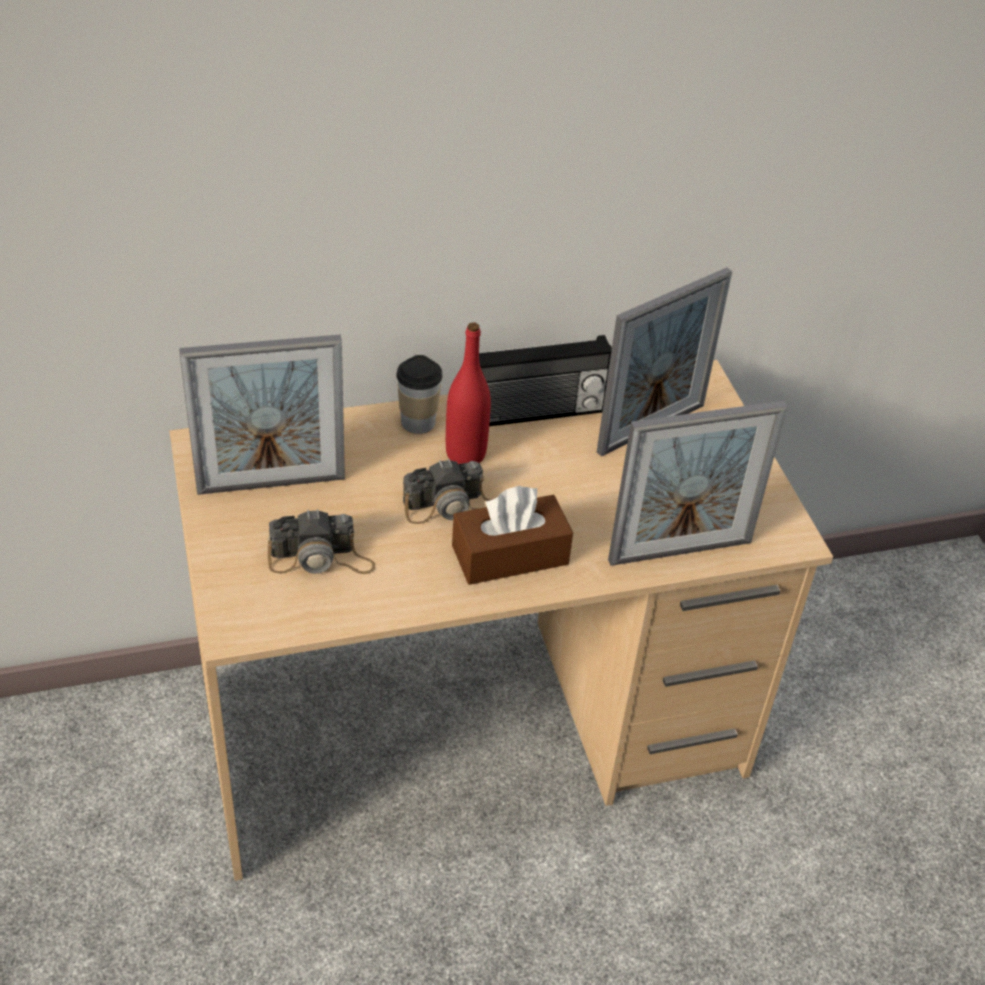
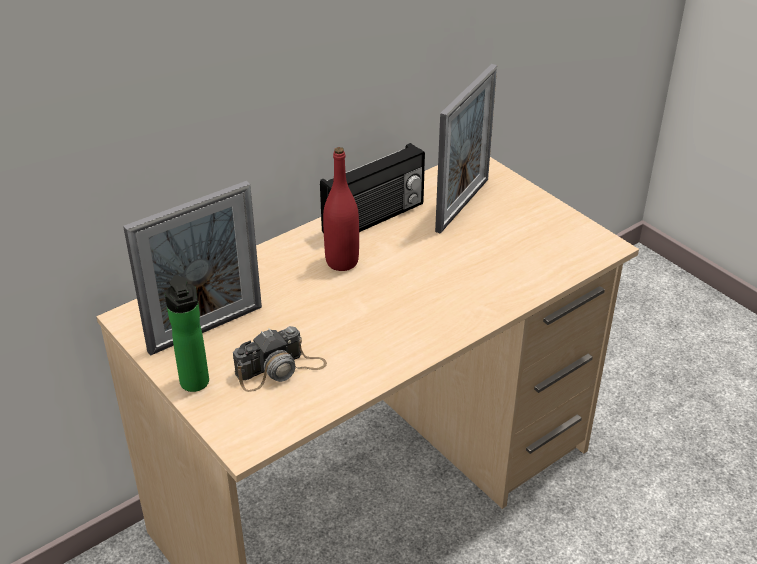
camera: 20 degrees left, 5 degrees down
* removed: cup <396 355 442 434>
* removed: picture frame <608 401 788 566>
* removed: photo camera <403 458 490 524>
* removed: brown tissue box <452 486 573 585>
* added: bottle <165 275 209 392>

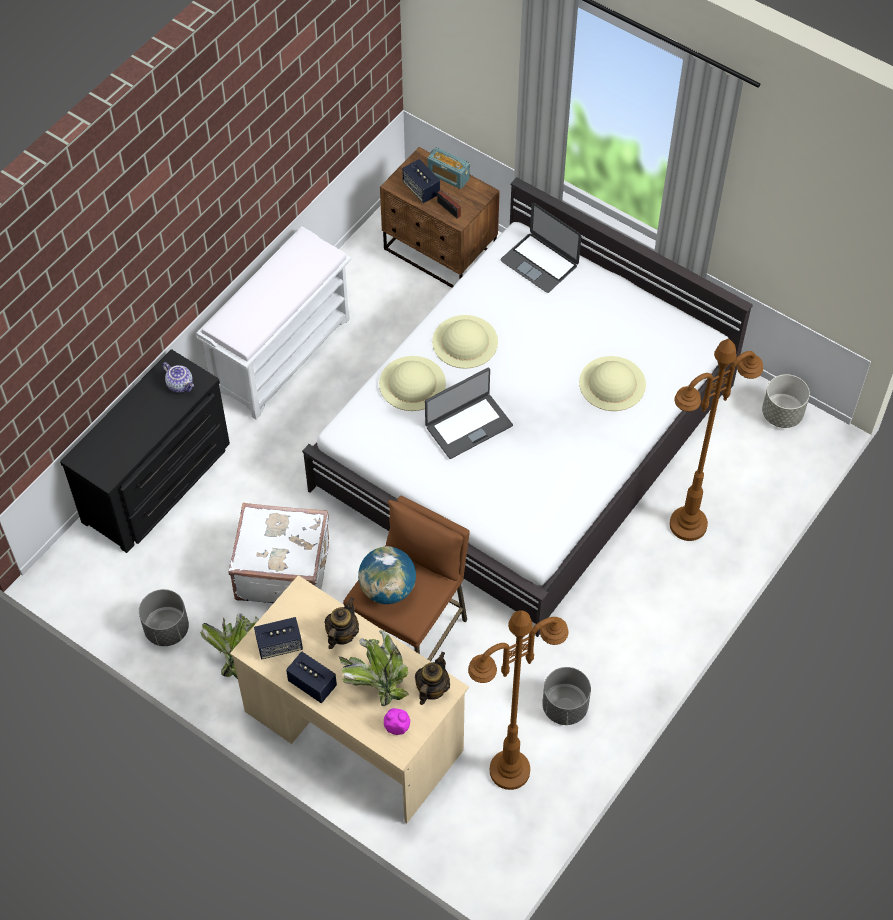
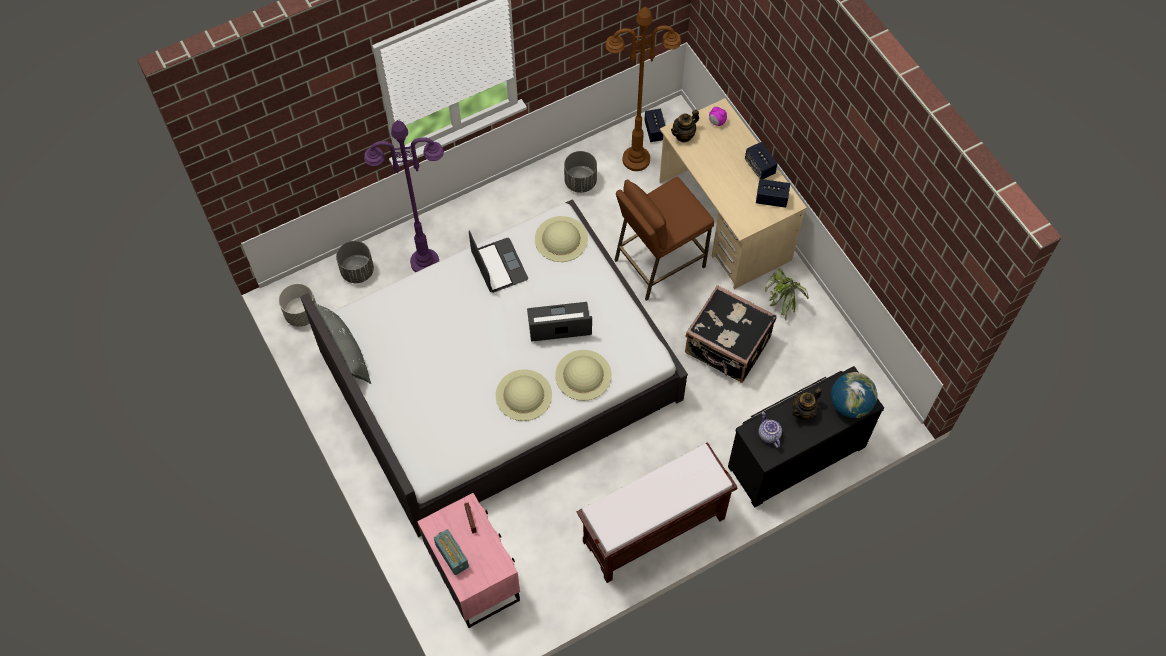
camera: 155 degrees left, 5 degrees up
* recoloured: brown nightstand <380 147 500 288> to pink nightstand <417 493 520 628>
* moved: speaker <402 159 440 203> to <644 109 666 142>
* moved: laptop <500 203 581 293> to <469 230 528 293>
* recoloured: white bench <196 227 351 420> to brown bench <577 442 737 583>
* recoloured: brown floor lamp <670 339 763 541> to purple floor lamp <364 120 444 272>
* moved: beige hat <579 356 646 411> to <535 216 588 262>
* recoloured: white suitcase <229 503 329 603> to black suitcase <685 285 777 383>
* moved: globe <358 546 416 604> to <831 372 877 418>
* moved: grey planter <139 589 189 646> to <336 241 374 283>
* moved: teapot <324 597 359 649> to <792 388 822 421>
* removed: potted plant <339 630 409 706>
* added: grey pillow <314 303 371 384>

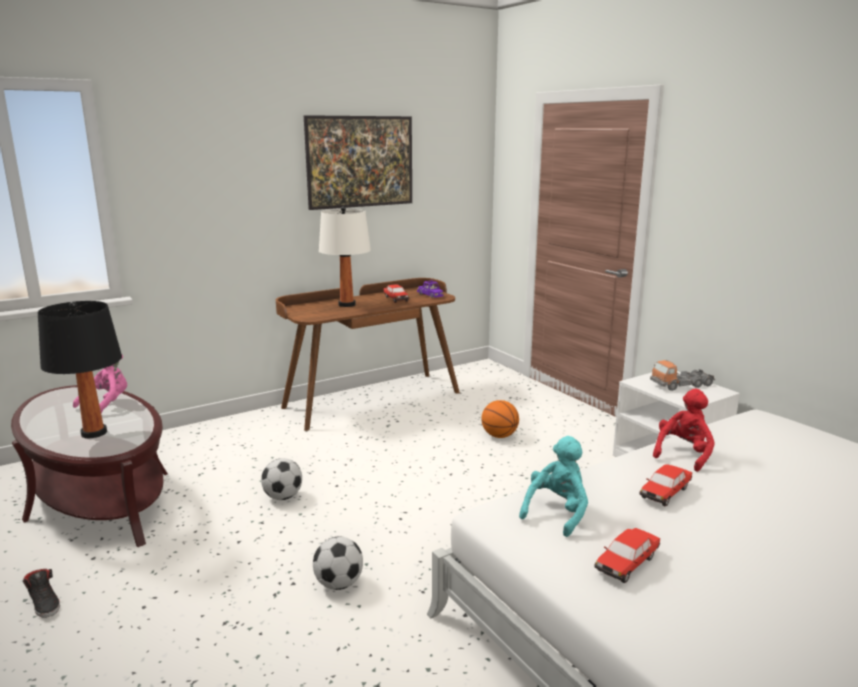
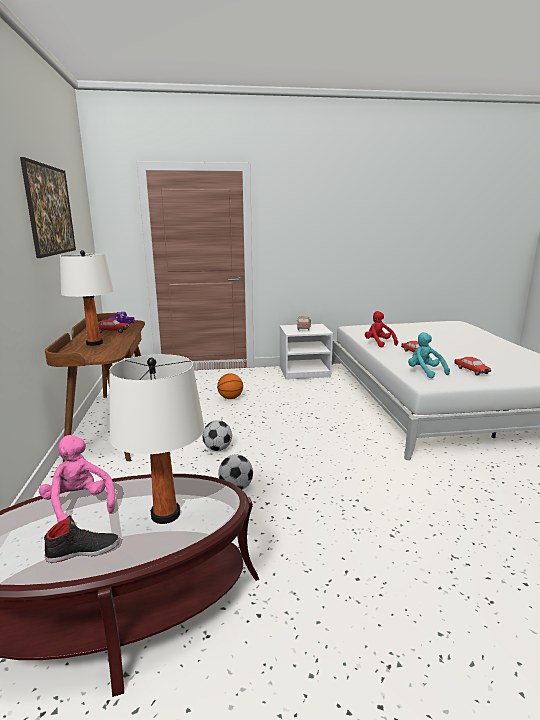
camera: 65 degrees left, 0 degrees up
* recoloured: black table lamp <37 301 122 438> to white table lamp <109 354 204 524>
* moved: football <313 536 363 590> to <202 420 232 451>
* moved: black shoe <23 569 60 618> to <44 515 120 563>

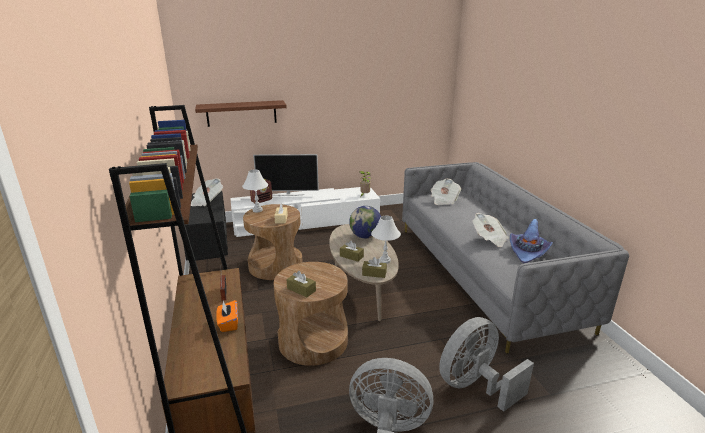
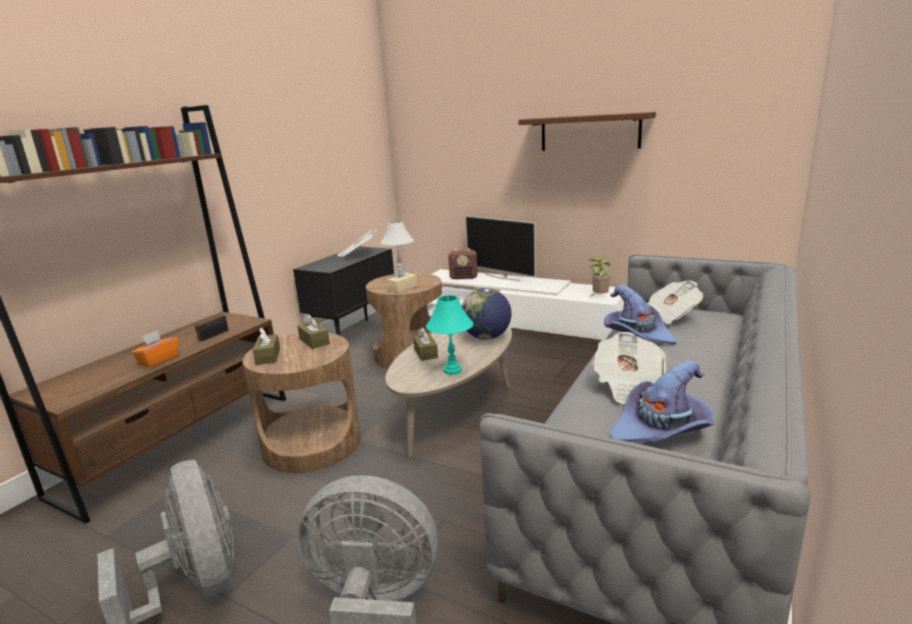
camera: 45 degrees right, 5 degrees down
* moved: brown shelf <195 100 287 127> to <518 112 656 151>
* recoloured: white table lamp <371 216 401 264> to turquoise table lamp <426 295 473 375>
* moved: brown tissue box <362 257 387 278> to <297 314 330 349>
* added: purple hat <604 285 677 345>

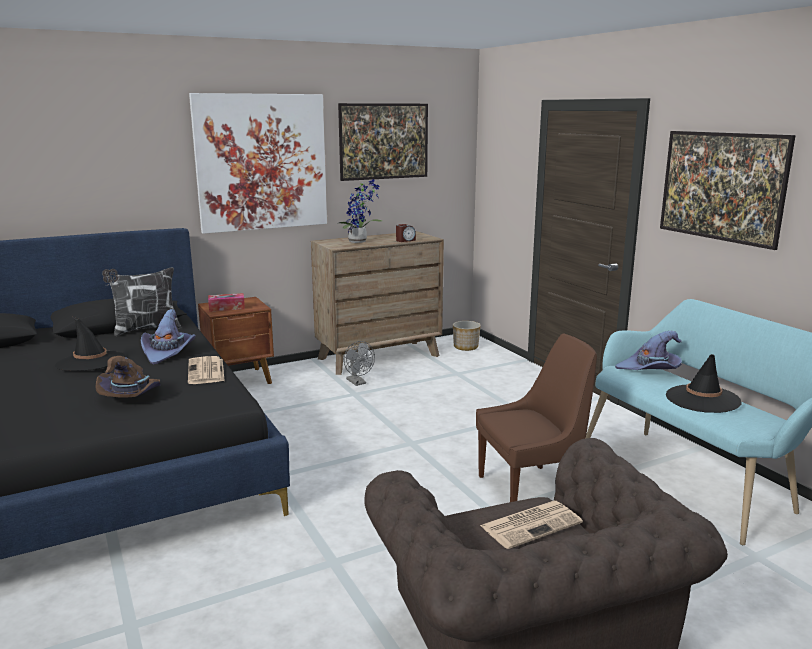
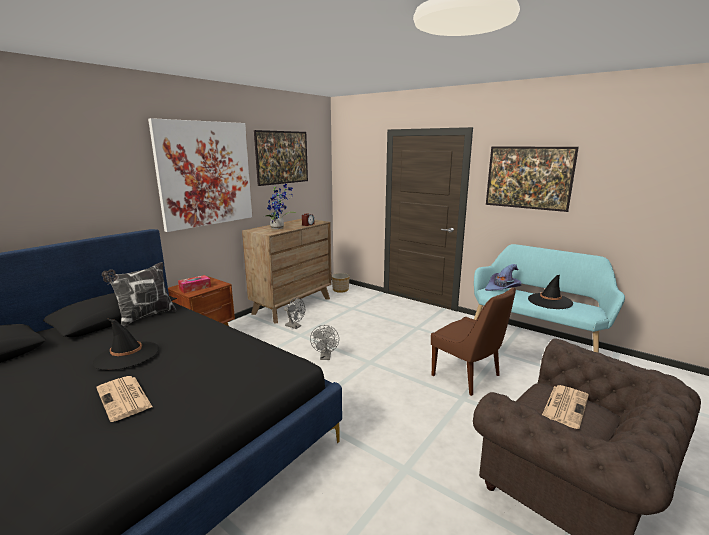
camera: 25 degrees left, 0 degrees up
* removed: purple hat <140 309 196 365>
* turned: brown chair <476 334 597 502> = <431 287 516 396> 90 degrees clockwise
* removed: brown hat <95 356 161 398>
* moved: newspaper <188 356 224 384> to <96 376 152 422>
* added: grey fan <310 325 339 360>

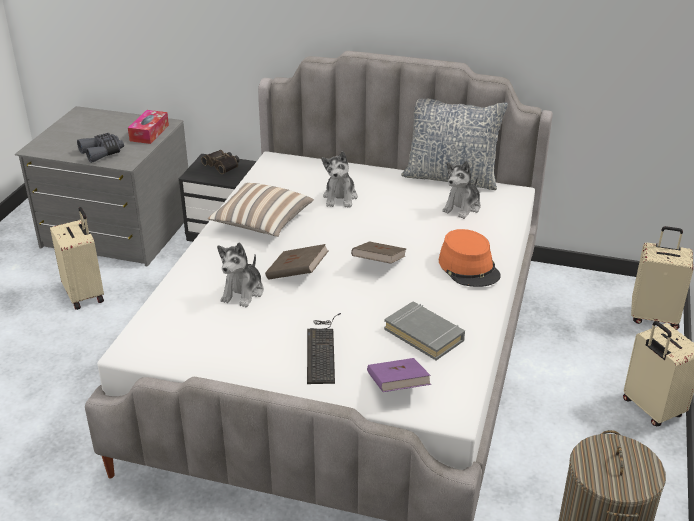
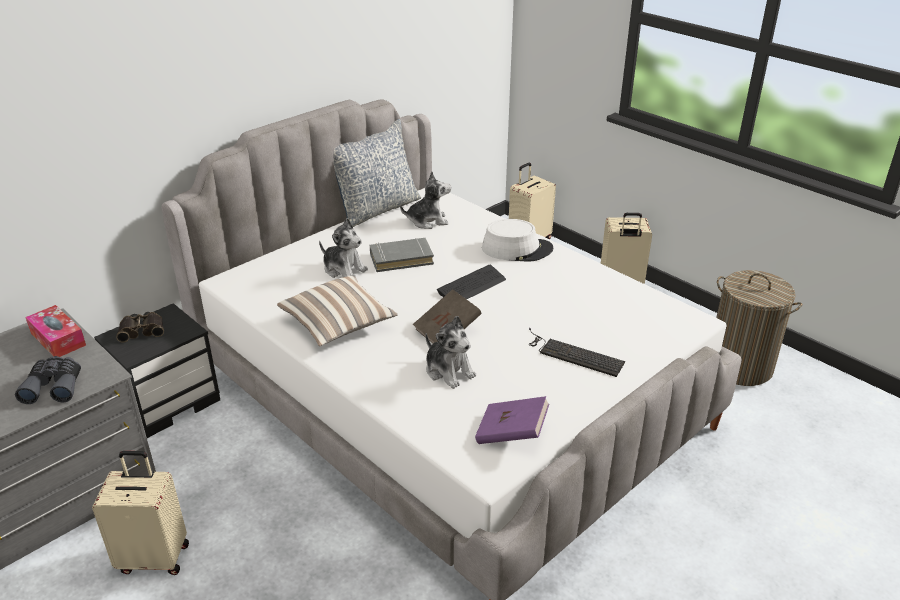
camera: 60 degrees left, 0 degrees up
* turned: plush toy <442 161 481 219> = <400 172 451 229> 75 degrees counterclockwise
* recoloured: orange hat <439 229 501 287> to white hat <482 219 554 262>
* replaced: brown book <351 241 407 264> to keyboard <437 265 506 299>
* moved: grey book <384 301 465 360> to <370 238 434 272>
* moved: purple book <367 358 431 392> to <475 396 549 444>

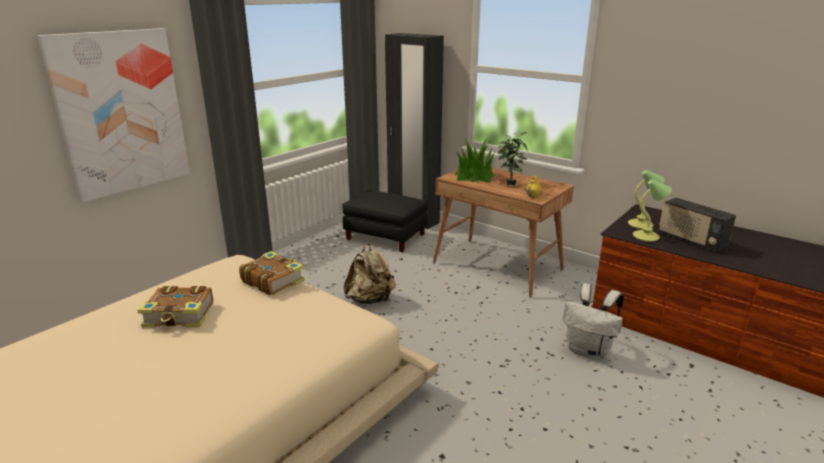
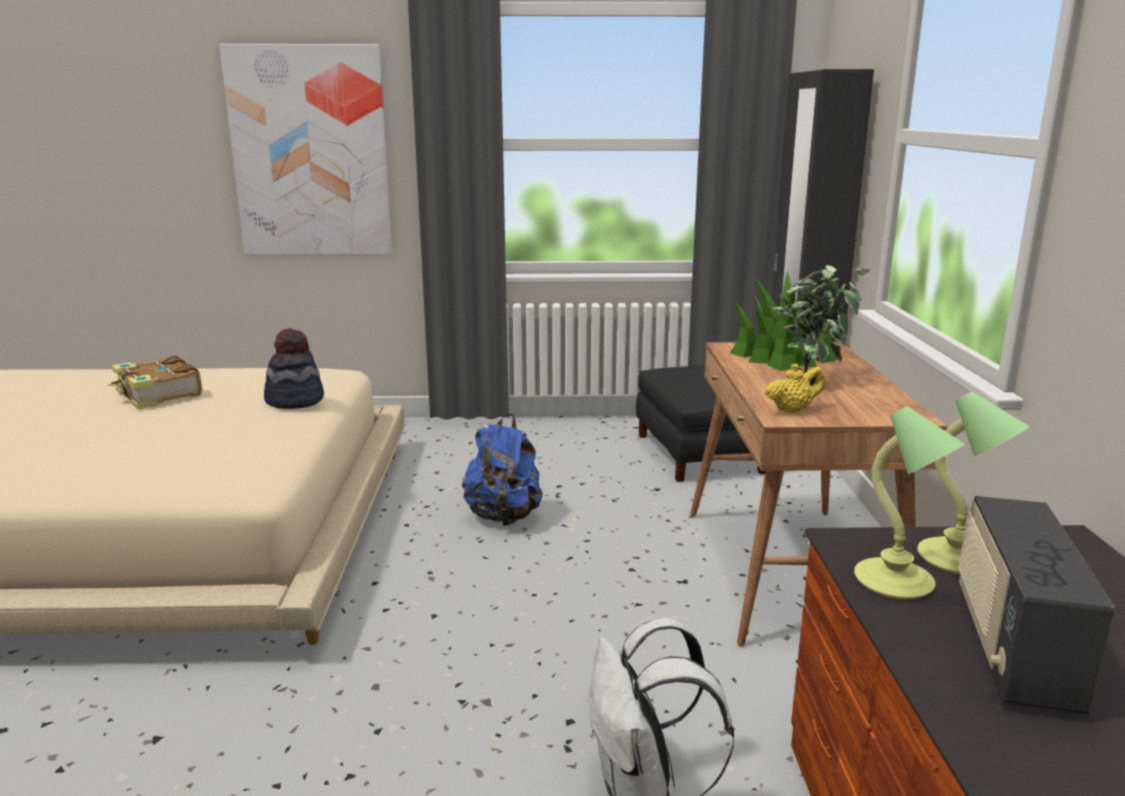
camera: 50 degrees right, 5 degrees down
* recoloured: beige backpack <344 244 396 304> to blue backpack <462 414 543 526>
* replaced: book <239 251 305 295> to hat <264 328 324 409>

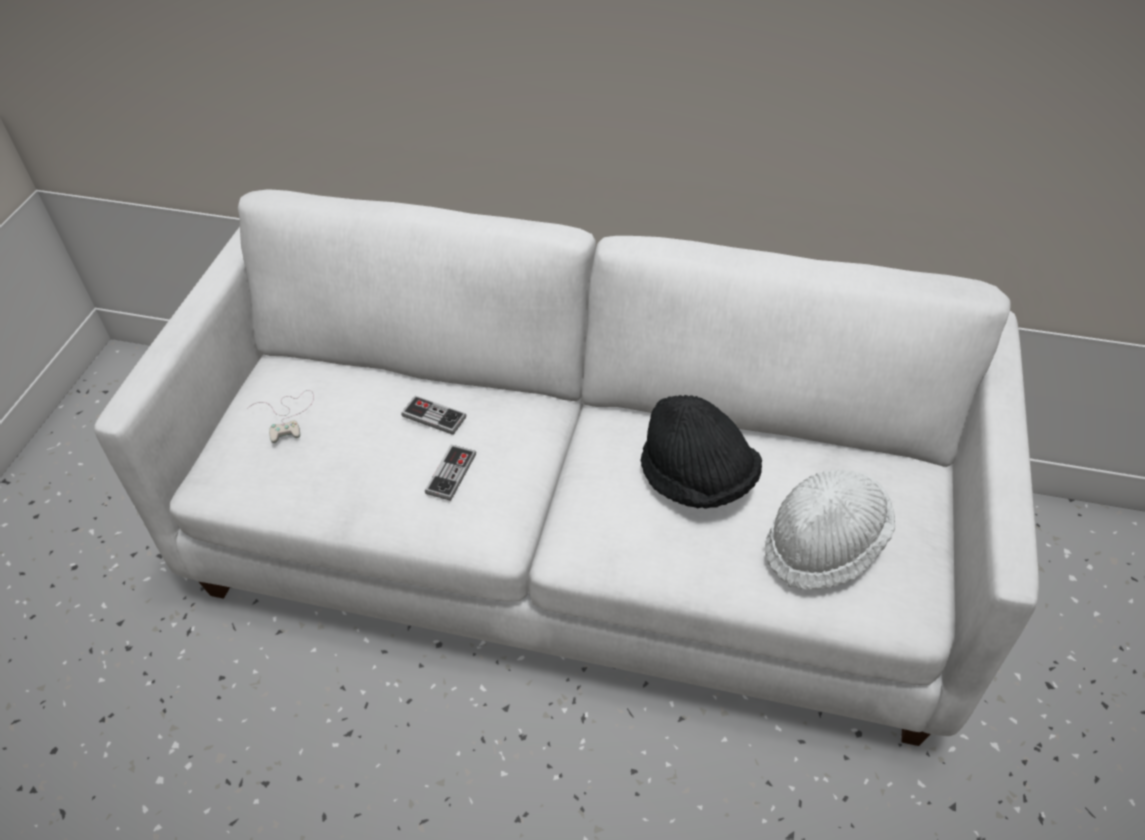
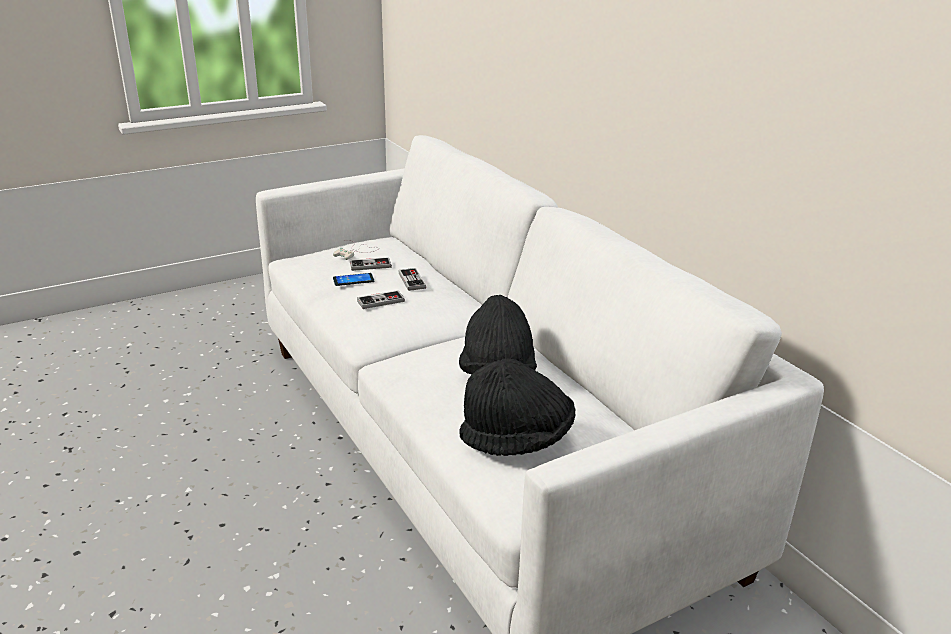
camera: 45 degrees right, 20 degrees down
* recoloured: white hat <765 469 895 590> to black hat <460 358 575 456>
* added: game controller <350 257 392 271>
* added: phone <333 273 374 286>

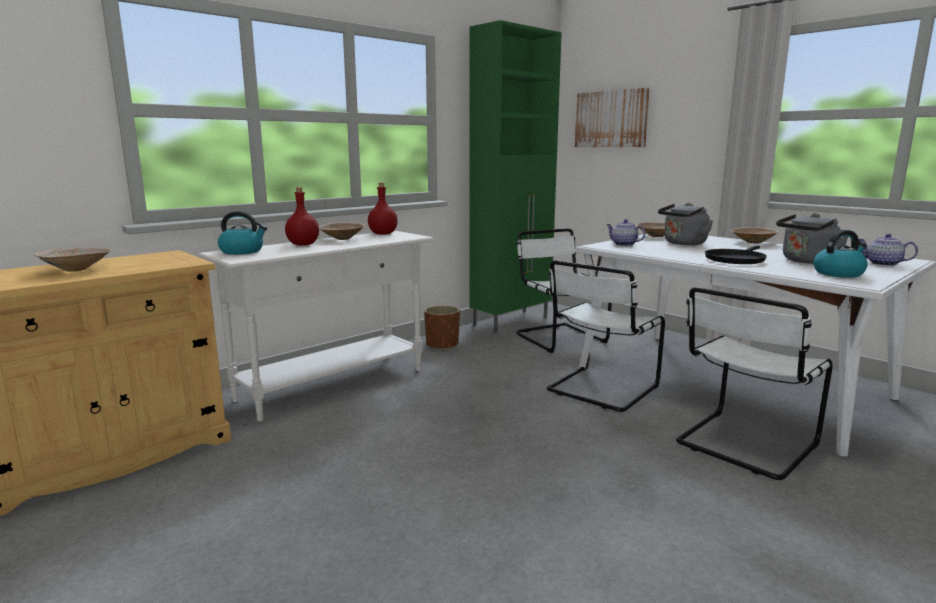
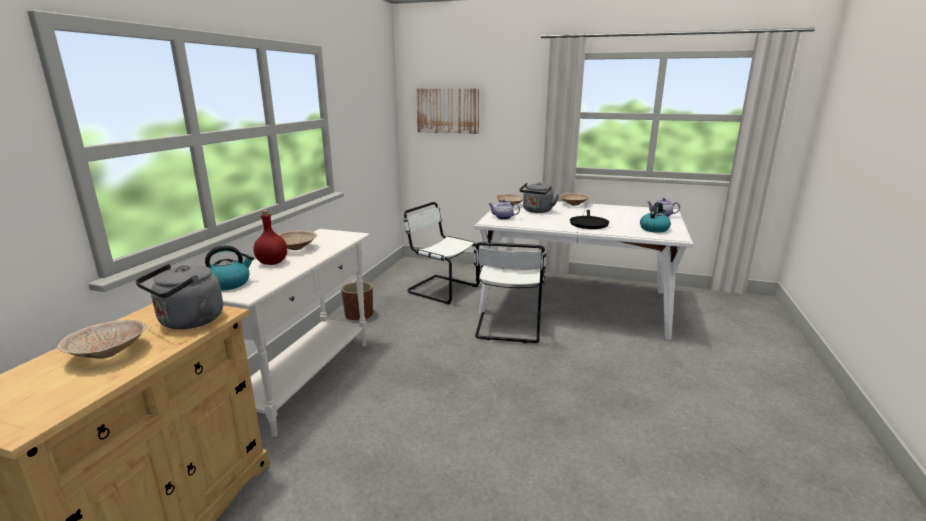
camera: 30 degrees left, 5 degrees up
* removed: green cabinet <469 20 562 333>
* removed: red bottle <368 183 398 235>
* moved: grey kettle <776 213 848 264> to <135 264 223 329>
* removed: white chair <676 287 833 480>

